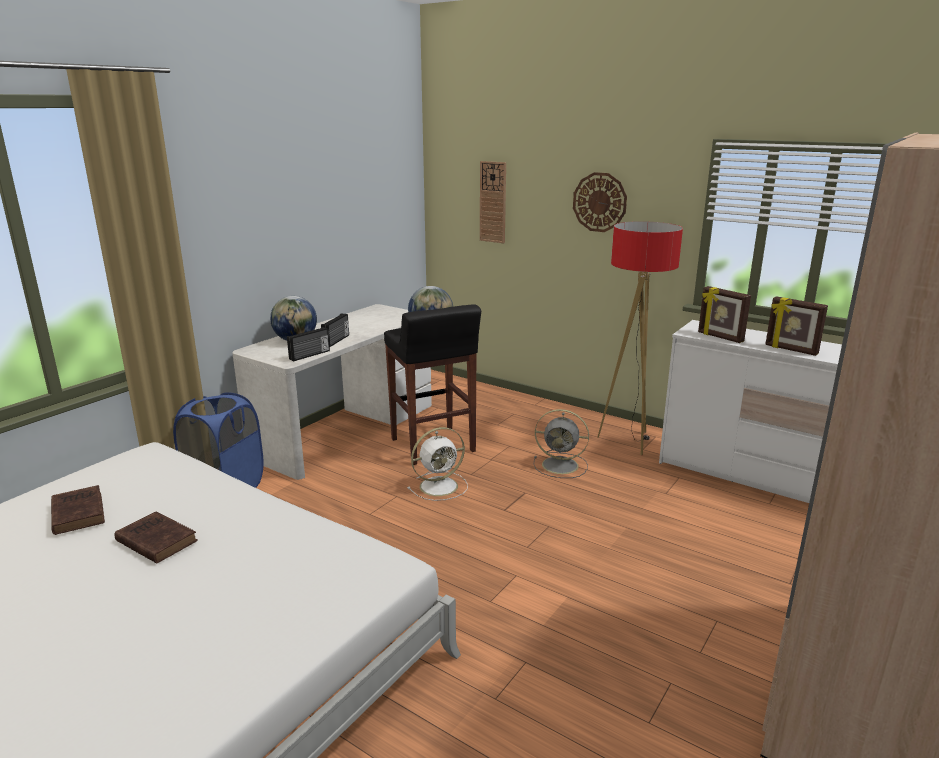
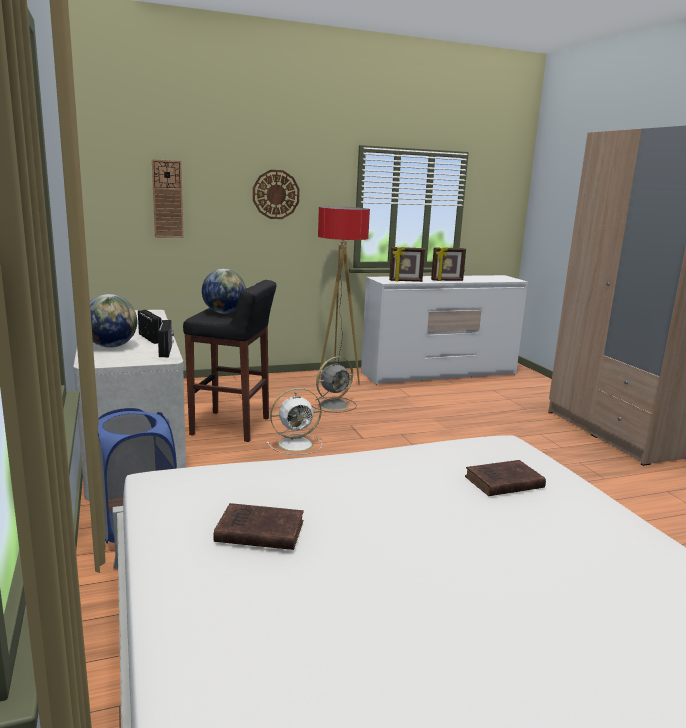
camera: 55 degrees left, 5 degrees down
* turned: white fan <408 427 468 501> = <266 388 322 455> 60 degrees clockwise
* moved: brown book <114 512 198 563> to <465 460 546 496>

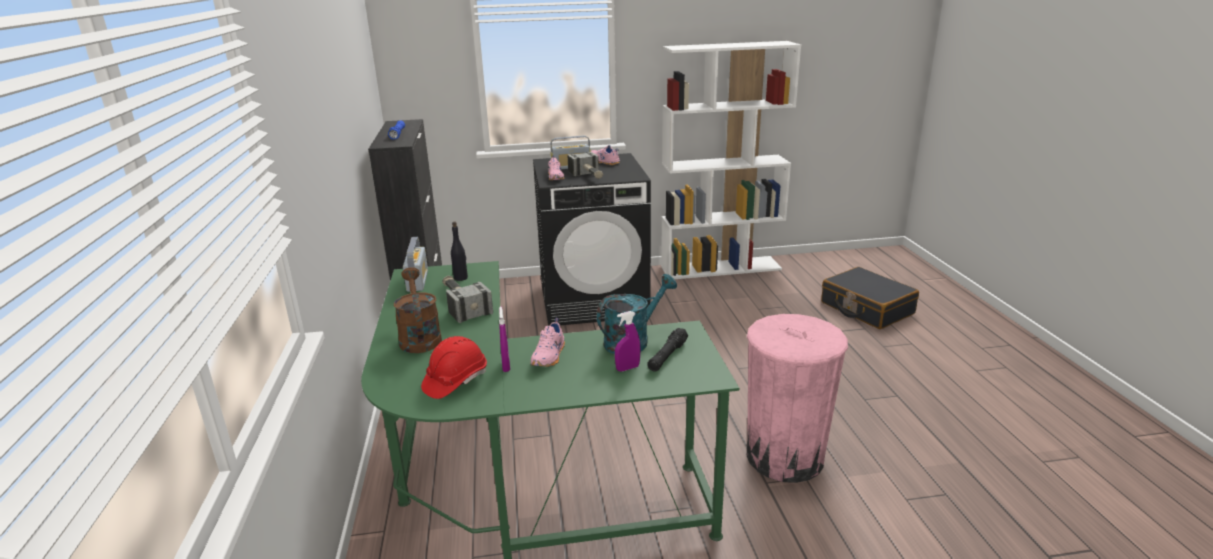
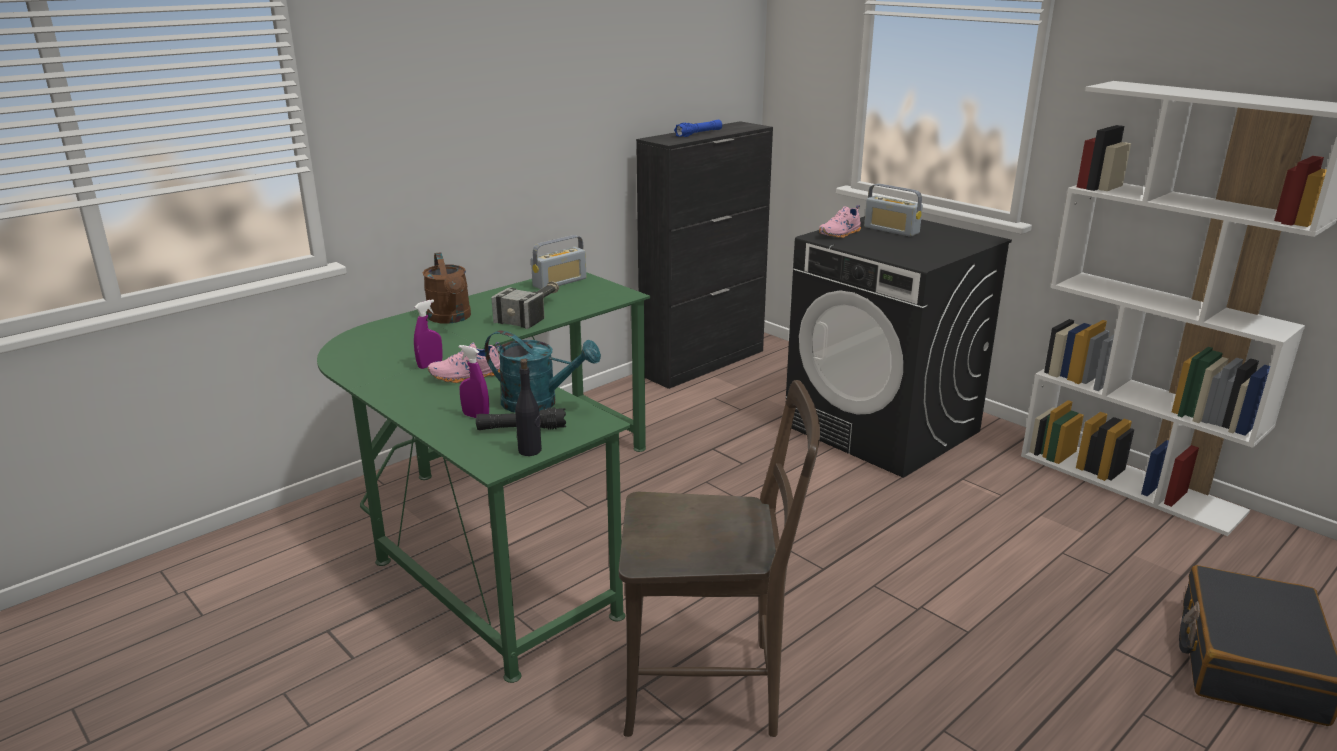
camera: 55 degrees right, 0 degrees up
* removed: pink shoe <591 145 621 165>
* removed: hammer <568 152 603 179>
* moved: black bottle <451 221 468 281> to <515 359 542 456>
* turned: brown watering can <394 267 442 353> = <423 252 471 323> 120 degrees clockwise
* replaced: pink trash can <747 314 848 483> to brown chair <619 380 820 737>
* removed: red hard hat <421 336 487 399>

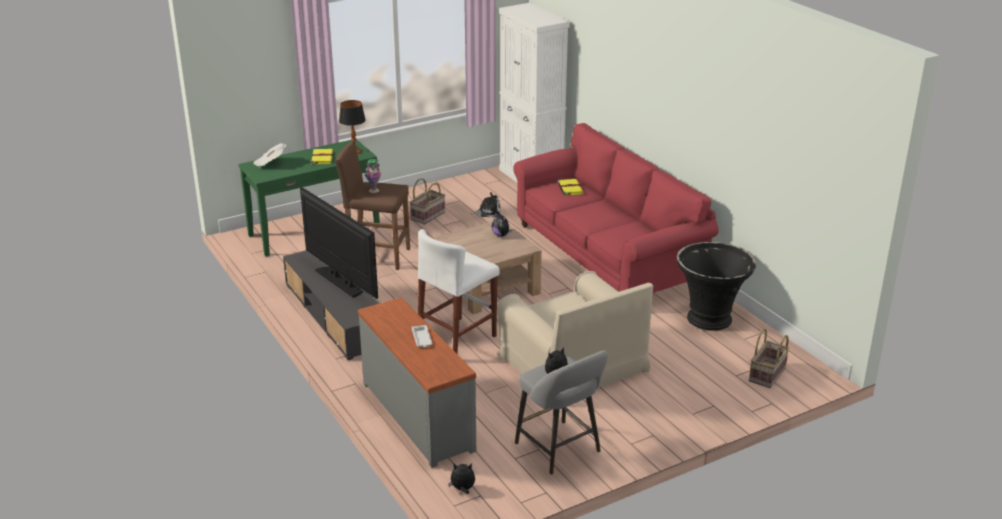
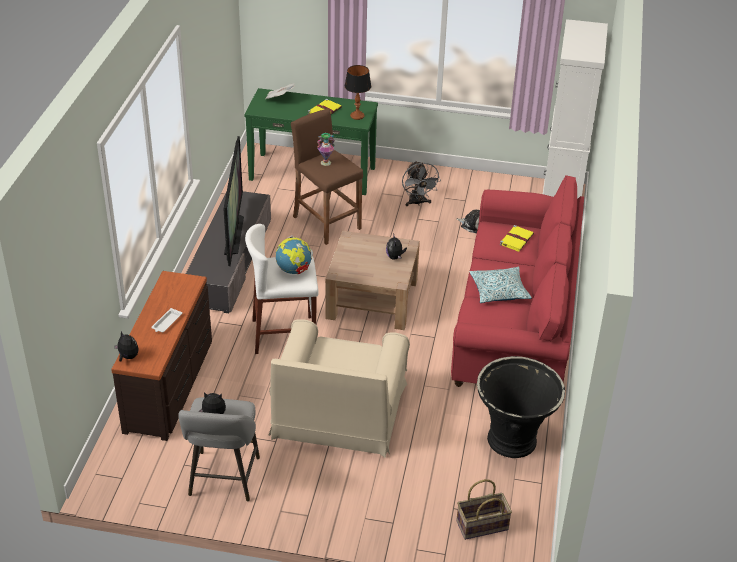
camera: 40 degrees right, 10 degrees up
* replaced: basket <409 178 445 225> to grey fan <402 161 441 206>
* recoloured: grey dresser <358 297 476 468> to brown dresser <111 271 212 441>
* moved: plush toy <448 463 475 494> to <114 331 139 362>
* added: globe <276 236 313 274>
* added: pillow <469 267 532 303>

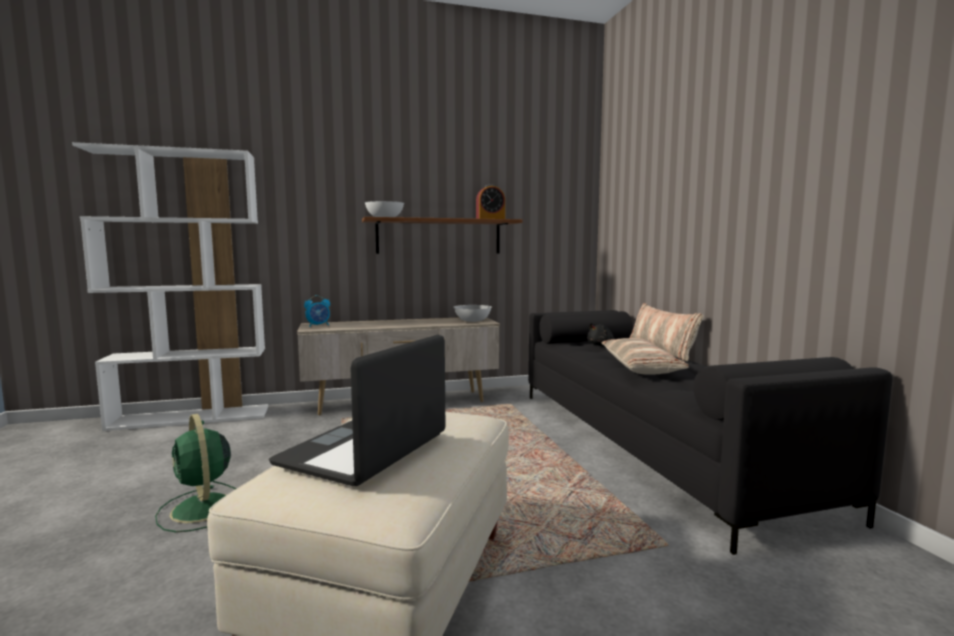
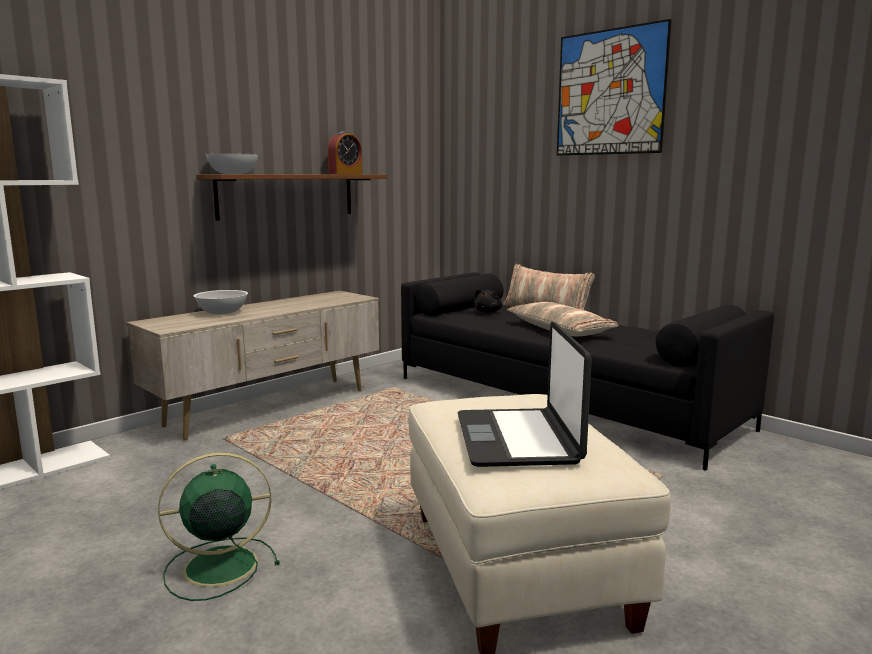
camera: 30 degrees left, 5 degrees up
* removed: alarm clock <304 295 330 327>
* moved: white bowl <454 305 492 322> to <194 290 248 314>
* turned: green fan <155 414 237 532> = <158 452 280 601> 135 degrees clockwise
* added: picture <557 19 672 155>

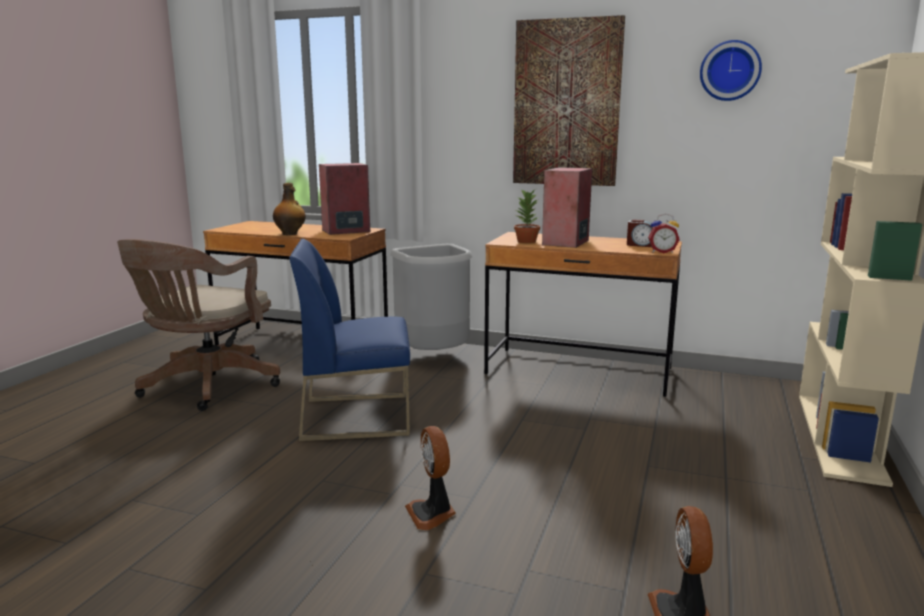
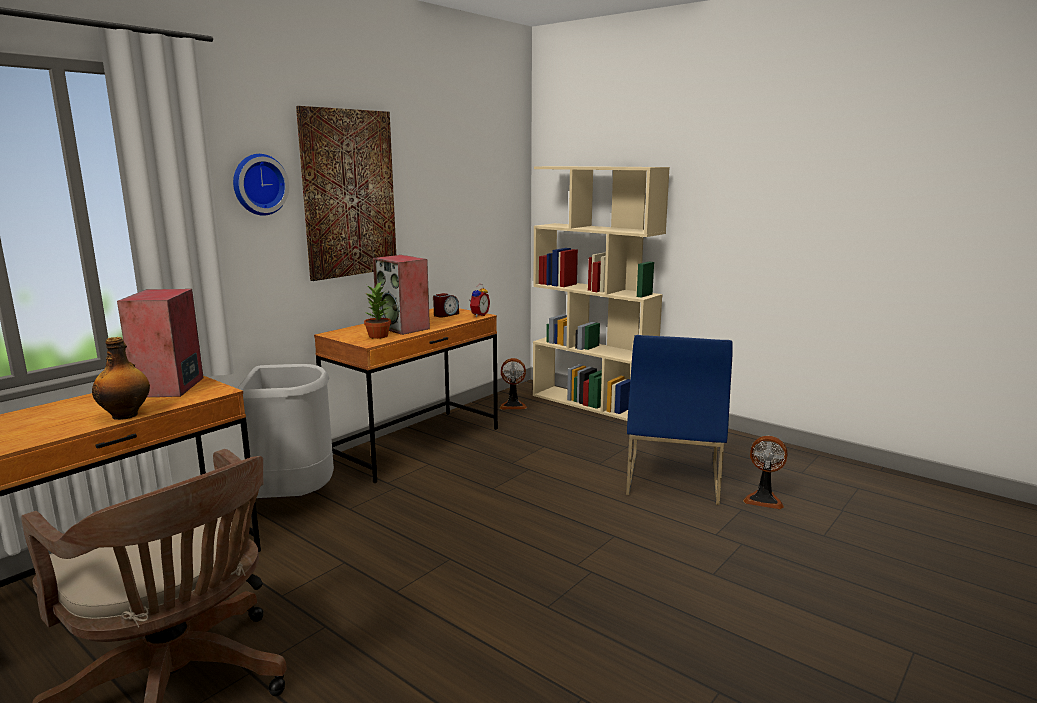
camera: 70 degrees left, 0 degrees up
* moved: wall clock <700 40 762 101> to <233 154 289 216>
* moved: blue chair <289 239 410 441> to <626 335 733 505>
* moved: fan <405 426 456 530> to <499 358 527 409>

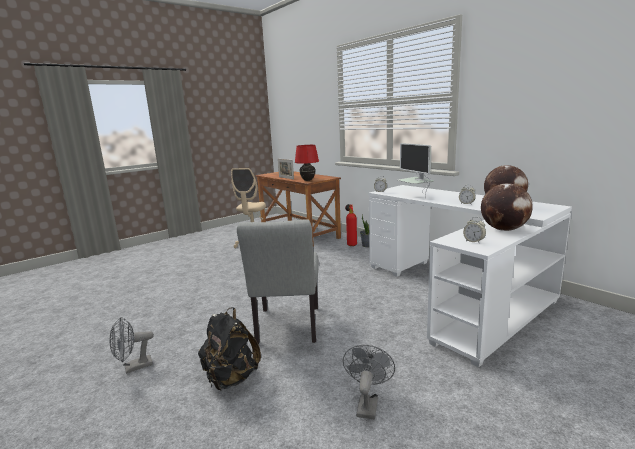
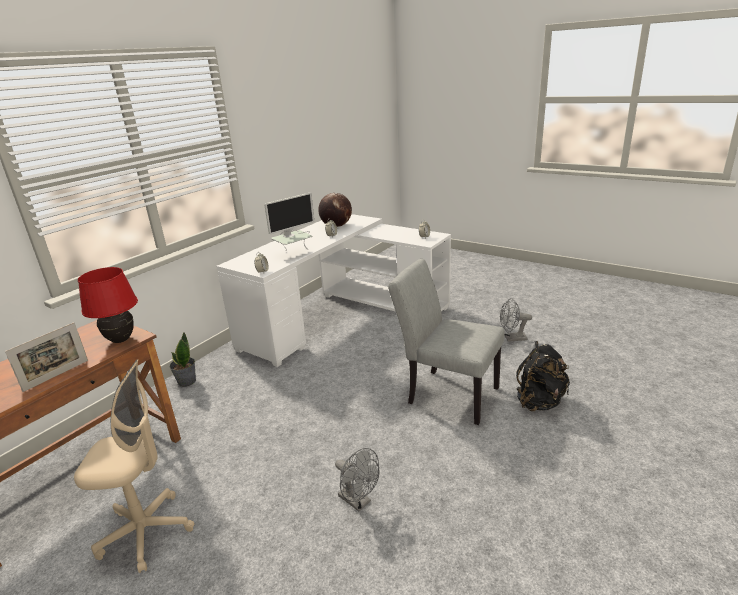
camera: 105 degrees left, 10 degrees up
* removed: globe <481 183 533 231>
* removed: fire extinguisher <345 204 357 246>
* turned: grey chair <237 219 319 345> = <388 259 504 425> 135 degrees counterclockwise
* moved: grey fan <109 317 154 374> to <335 448 379 512>

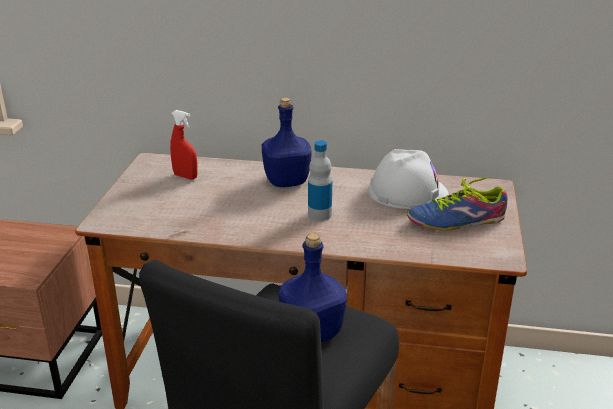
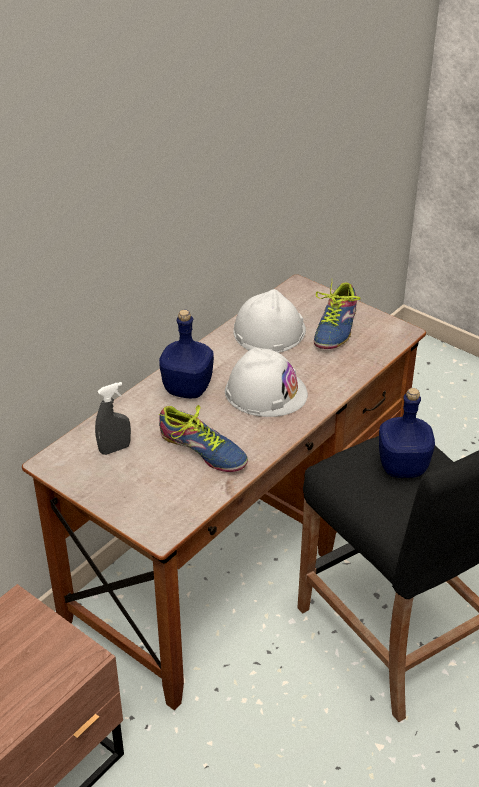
camera: 60 degrees left, 10 degrees up
* recoloured: red spray bottle <170 110 198 179> to grey spray bottle <95 382 131 455>
* replaced: bottle <308 140 332 221> to white hard hat <225 348 308 417>
* added: shoe <159 405 248 472>

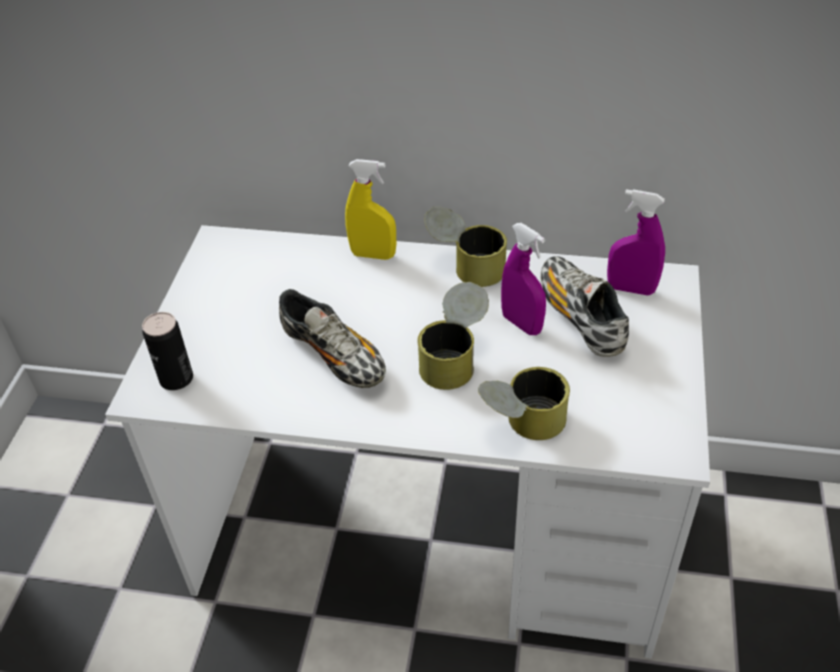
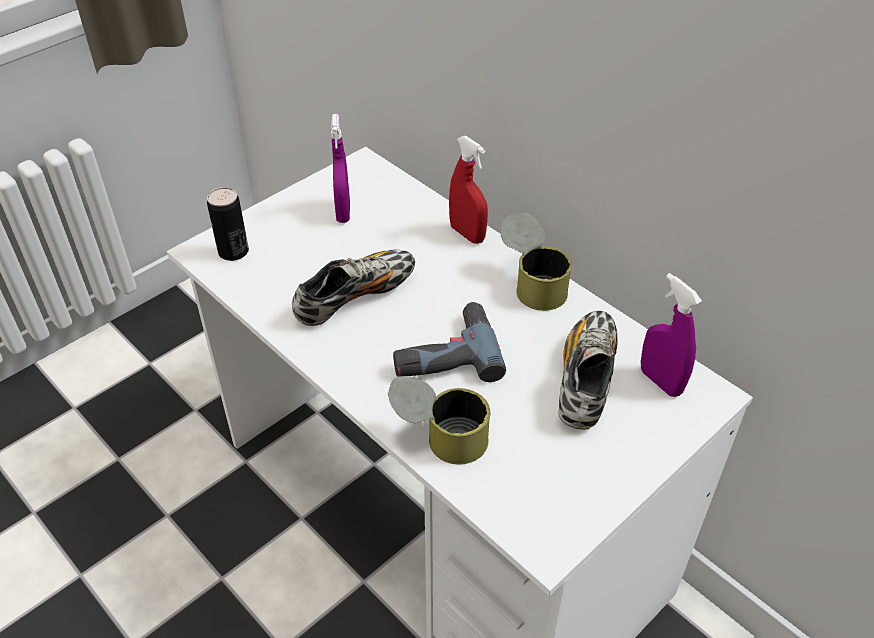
camera: 35 degrees right, 0 degrees up
* recoloured: yellow spray bottle <345 159 396 260> to red spray bottle <449 136 488 244>
* moved: purple spray bottle <501 223 546 335> to <331 114 350 223>
* replaced: can <417 282 489 390> to power drill <393 302 506 382>
* turned: shoe <279 289 386 388> = <292 250 415 326> 120 degrees counterclockwise

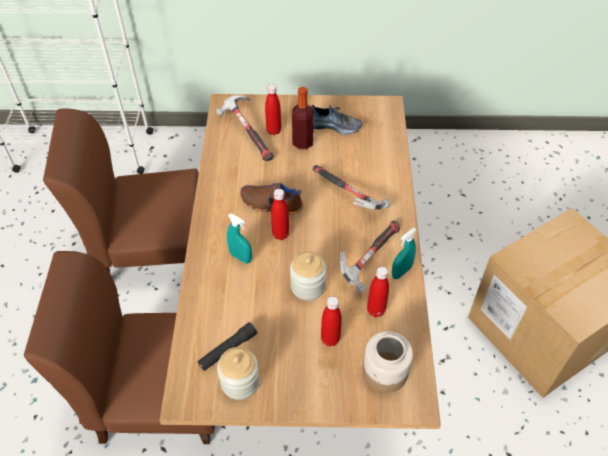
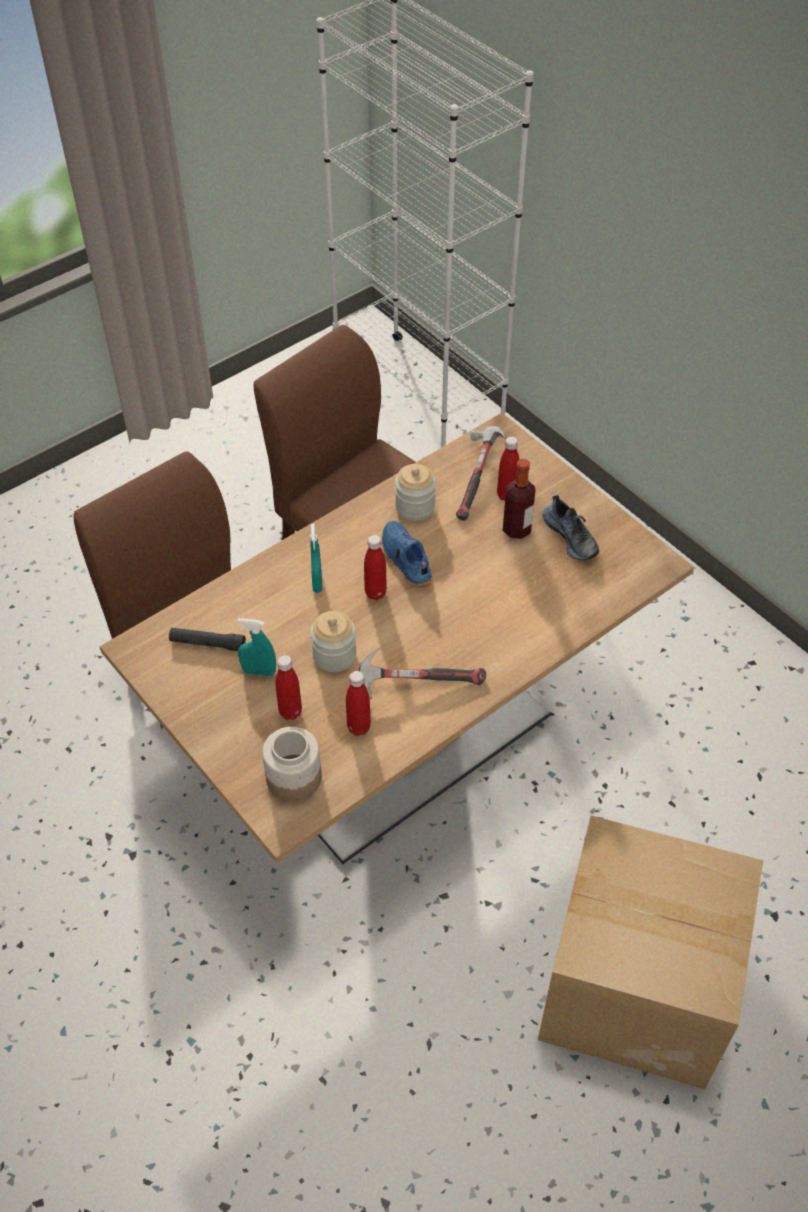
camera: 50 degrees right, 0 degrees up
* removed: hammer <313 165 391 210>
* recoloured: brown shoe <240 183 304 215> to blue shoe <382 521 433 588>
* moved: turquoise spray bottle <392 228 416 279> to <237 618 276 676>
* moved: jar <217 347 260 400> to <395 464 436 521>

